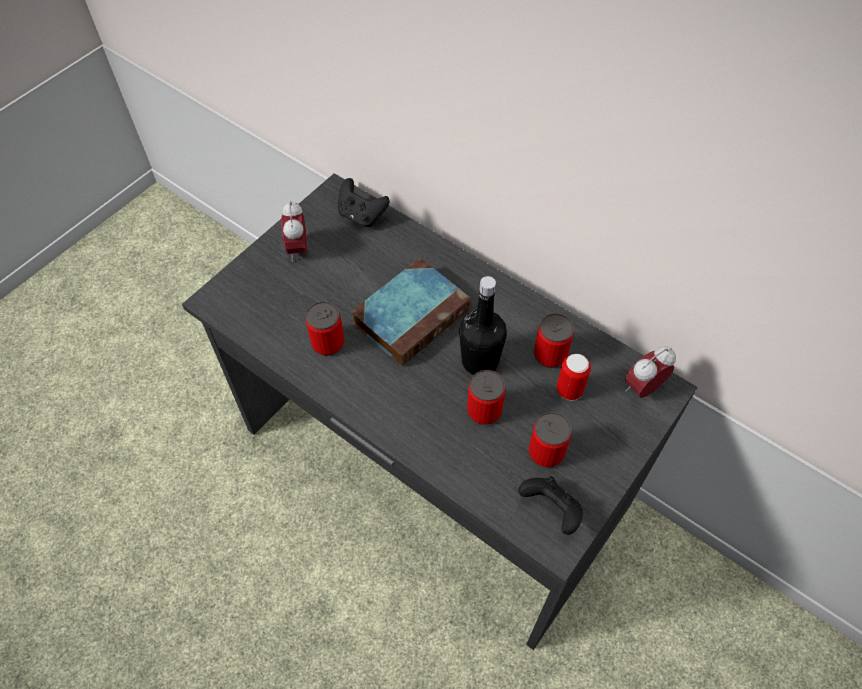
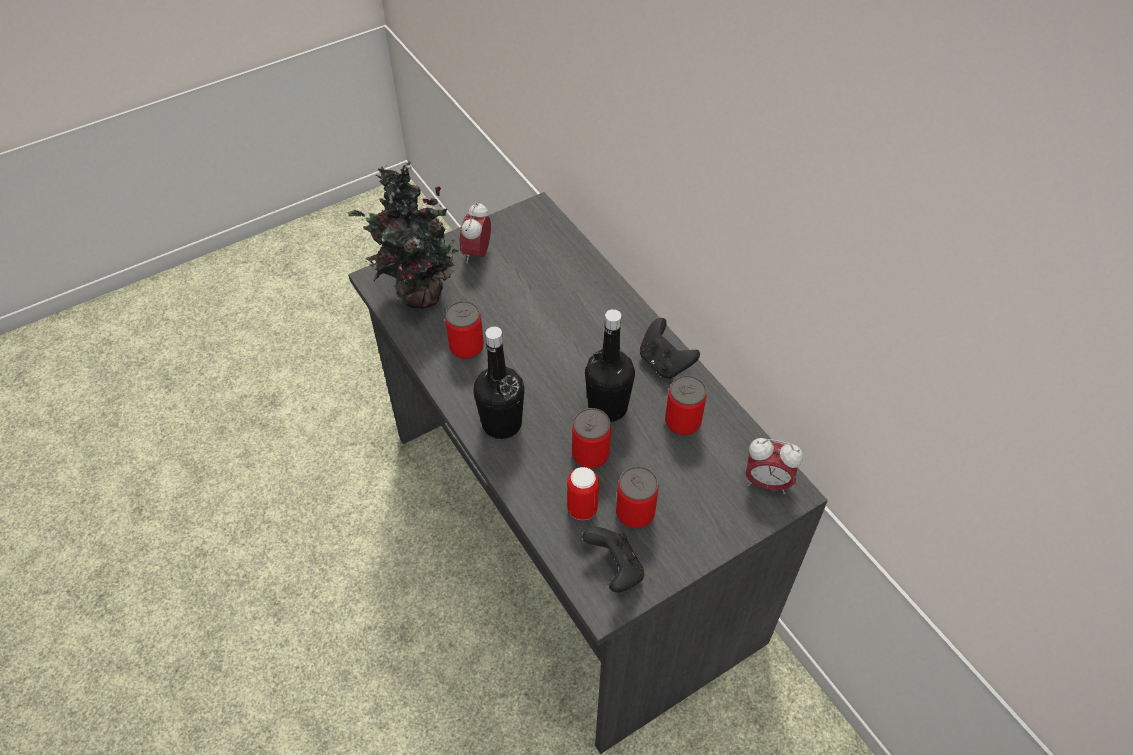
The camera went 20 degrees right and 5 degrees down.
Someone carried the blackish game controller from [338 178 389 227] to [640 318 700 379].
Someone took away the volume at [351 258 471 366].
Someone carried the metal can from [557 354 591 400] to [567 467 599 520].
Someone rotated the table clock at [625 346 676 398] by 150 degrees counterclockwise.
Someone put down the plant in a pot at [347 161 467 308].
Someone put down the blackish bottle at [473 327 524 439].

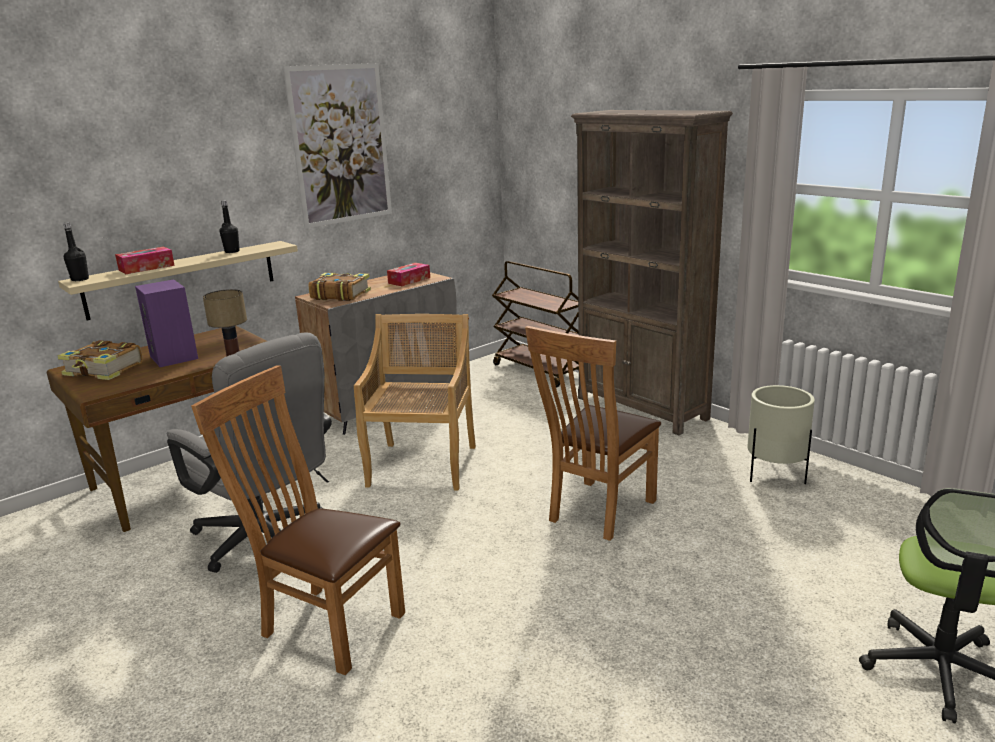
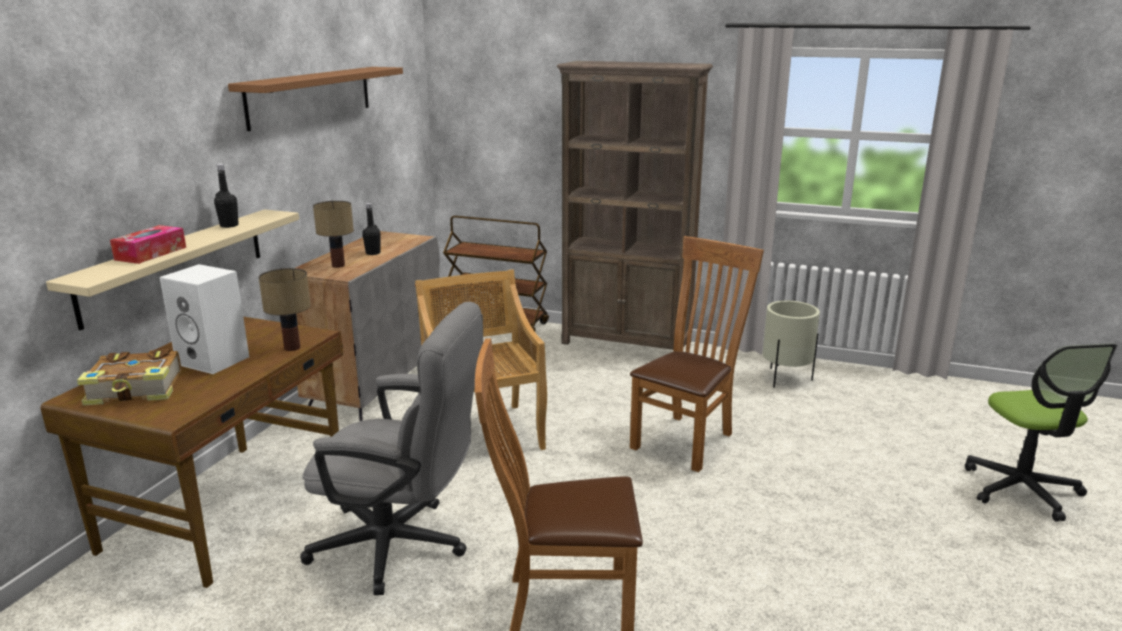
The camera went 30 degrees left and 0 degrees up.
Someone carried the blackish bottle from [63 222 89 281] to [362 203 381 255].
Someone repainted the purple-coloured loudspeaker at [135 279 198 367], which became the white-coloured loudspeaker at [160 264 249 374].
Someone swapped the wall art at [283 63 392 229] for the brown-coloured wall shelf at [228 67 403 131].
Someone swapped the volume at [309 273 371 301] for the lamp for a table at [313 201 354 268].
Someone took away the tissue holder at [387 263 430 286].
Someone rotated the brown-coloured chair at [525 326 661 541] by 150 degrees counterclockwise.

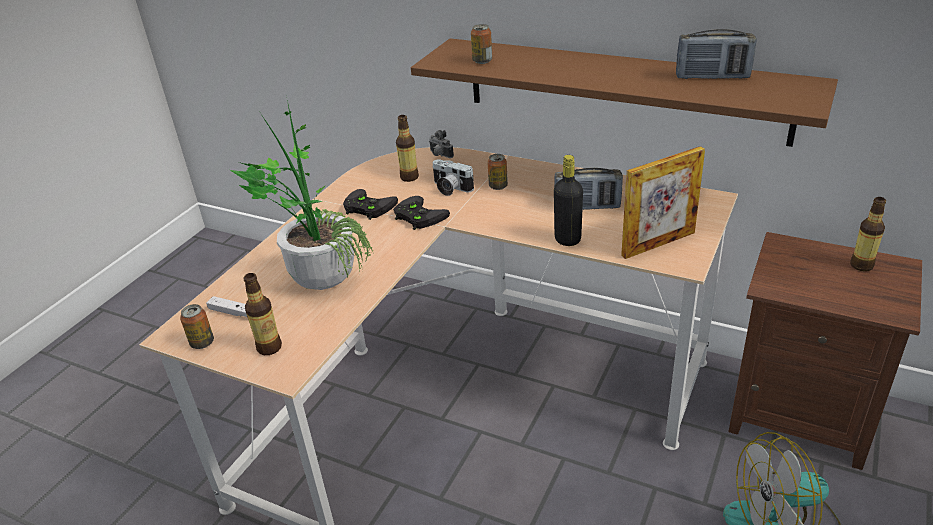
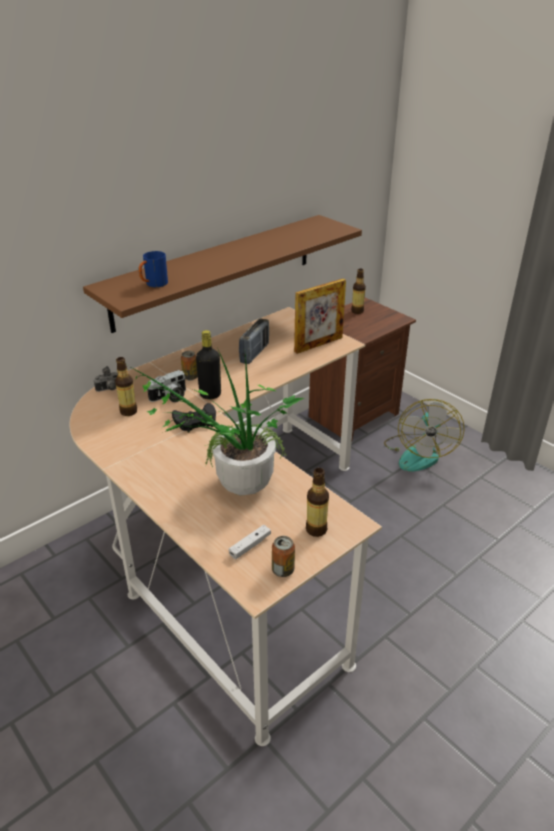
The camera went 70 degrees left and 0 degrees up.
Someone took away the blackish game controller at [343 189 398 220].
Someone swapped the metal can at [471 24 492 64] for the blue-coloured tea mug at [139 251 168 287].
Someone carried the blackish bottle from [554 155 583 246] to [196 330 221 399].
Someone rotated the standing frame at [621 146 705 259] by 60 degrees clockwise.
Someone took away the radio at [676 29 757 79].

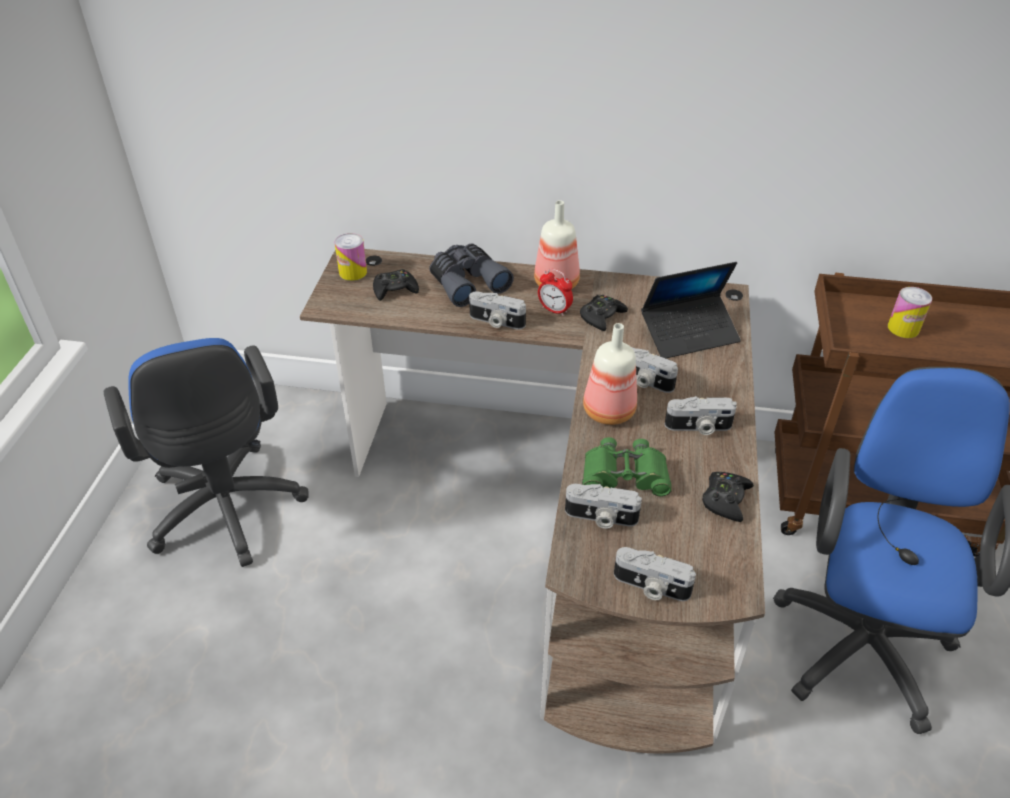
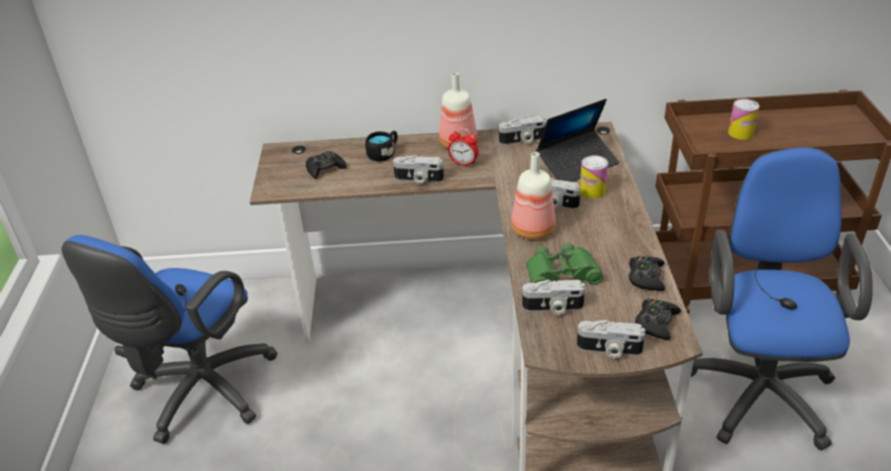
The camera went 10 degrees left and 5 degrees down.
Someone rotated the blue-coloured computer chair at [104 338 308 567] by 60 degrees clockwise.
Someone carried the metal can from [335 233 367 281] to [580 155 608 199].
Someone swapped the gray pair of binoculars at [429 243 514 307] for the blackish tea mug at [365 131 398 162].
Someone carried the blackish game controller from [580 295 628 331] to [635 299 681 340].
Someone carried the photo camera from [665 396 737 435] to [499 116 546 145].

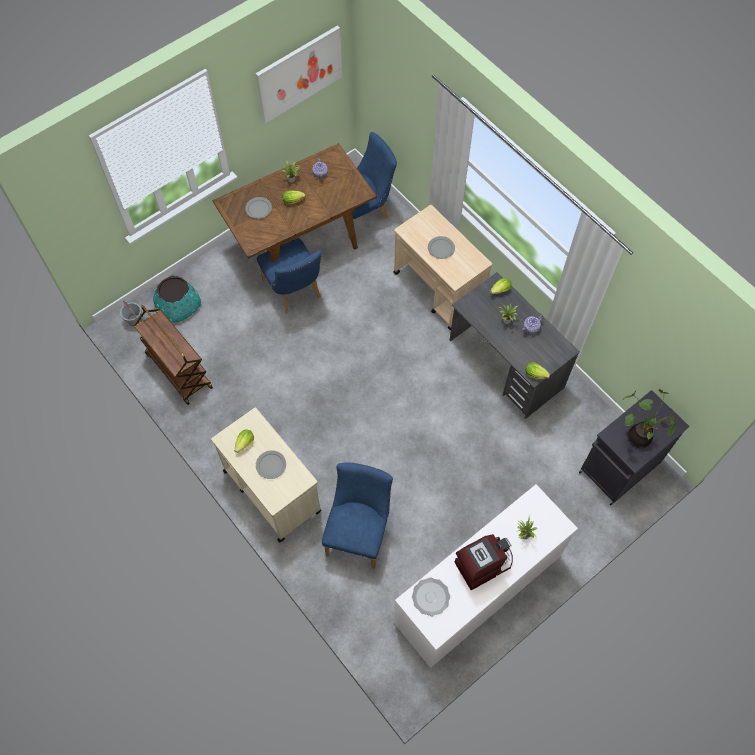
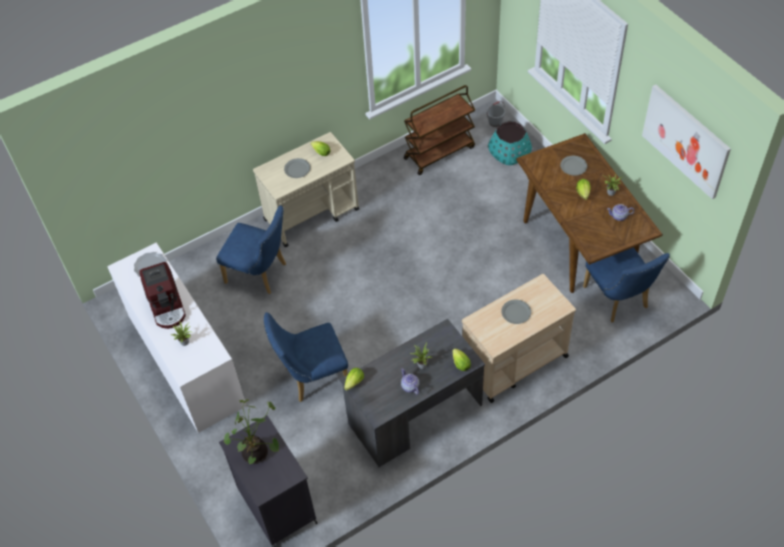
The camera went 100 degrees right and 10 degrees down.
Someone carried the blue-coloured chair from [257 238 322 314] to [264 312 348 402].

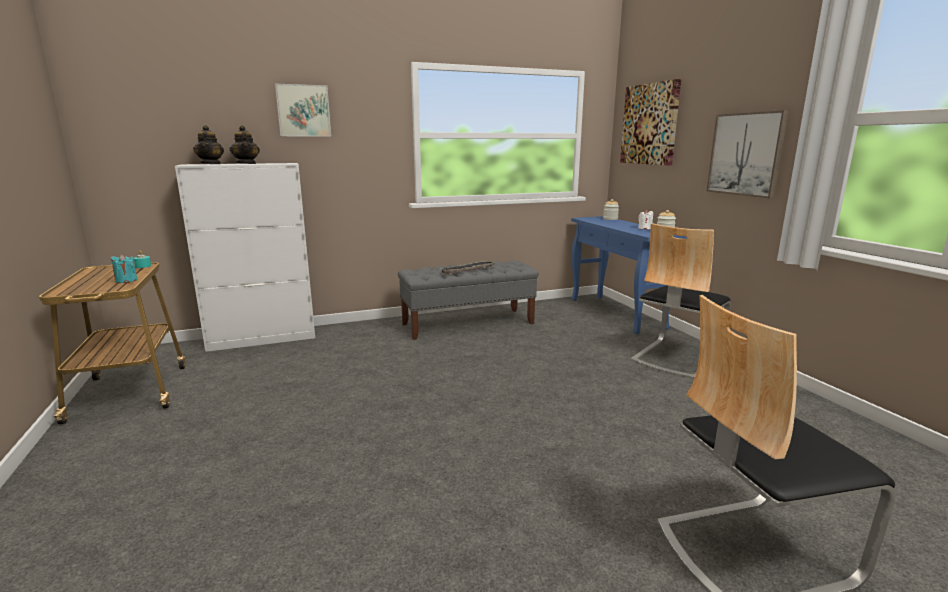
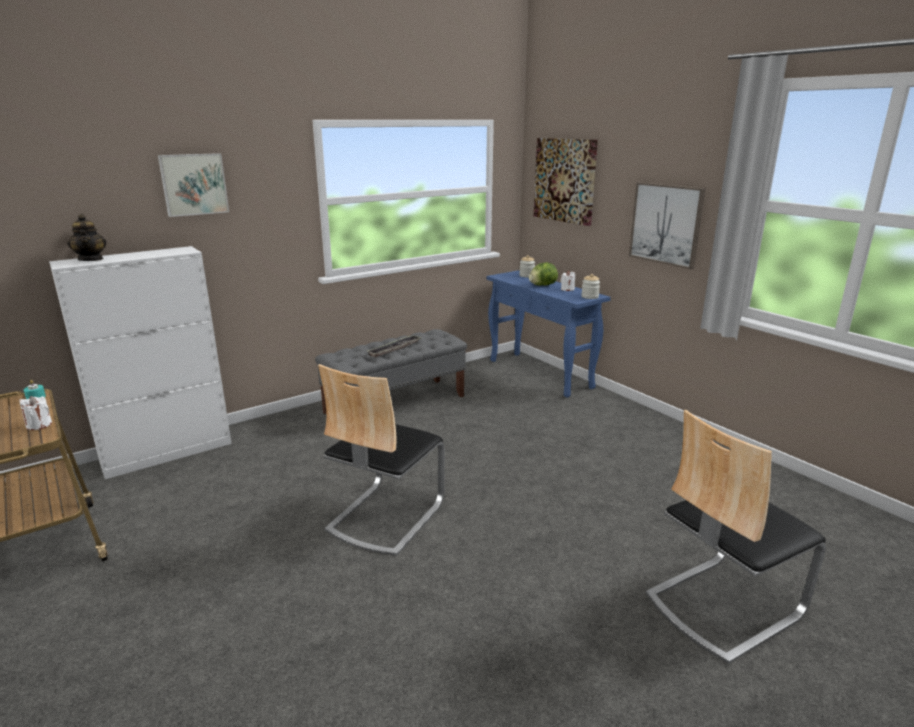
The camera went 15 degrees left and 5 degrees up.
Someone repainted the blue-green candle at [111 254 137 283], which became the white-coloured candle at [19 396 52 430].
Someone took away the tea pot at [230 125 260 164].
Someone carried the chair from [630 223 731 379] to [318 364 445 556].
Someone put down the lettuce head at [529 262 558 286].

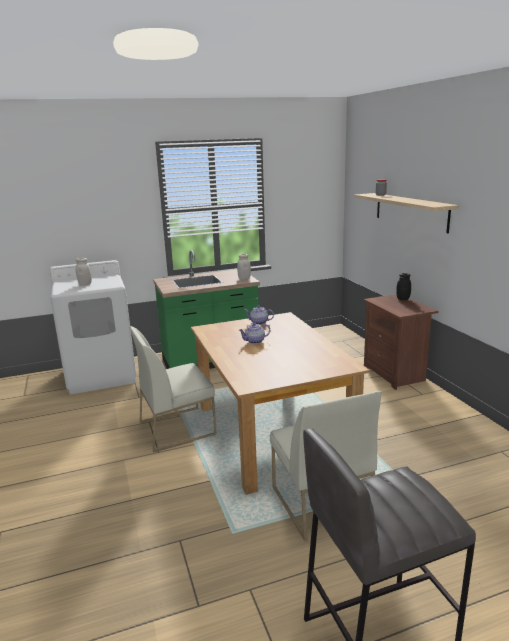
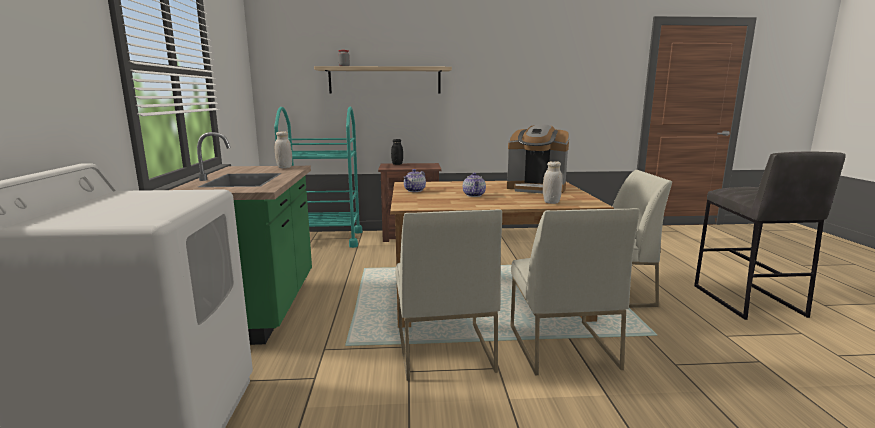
The camera went 75 degrees left and 5 degrees down.
Someone carried the white-coloured jar from [75 258 92 286] to [543 161 562 204].
Someone put down the blue-green cart at [274 107 362 248].
Someone put down the coffee machine at [507 124 569 193].
Someone put down the white-coloured chair at [510 208 640 375].

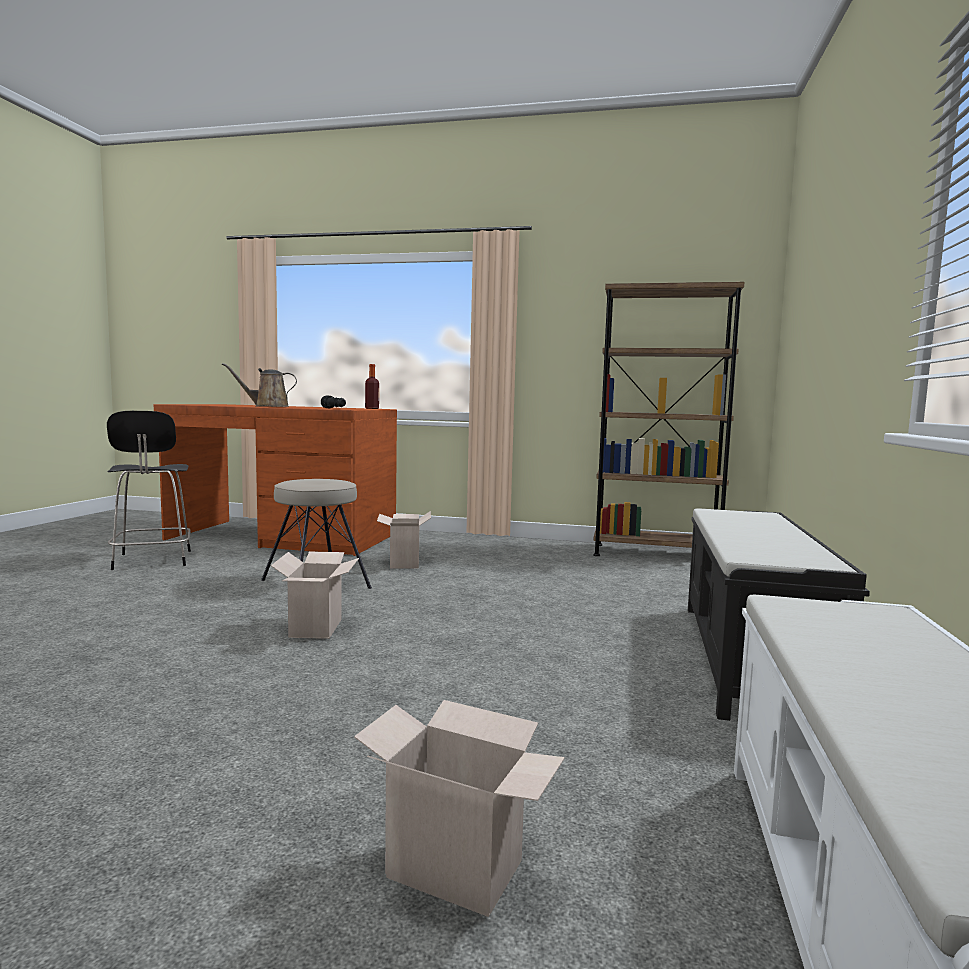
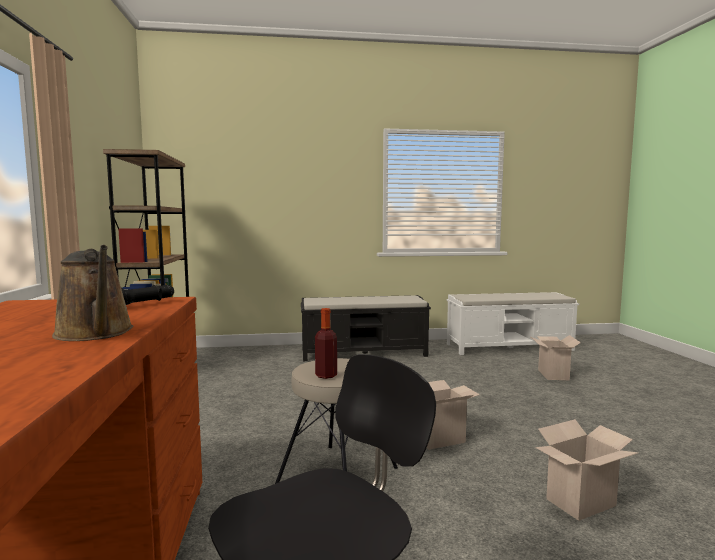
The camera went 110 degrees left and 0 degrees up.
Someone carried the bottle from [365 364 379 409] to [315 308 337 379].
Someone carried the cardboard box from [377 511 431 569] to [536 419 638 521].

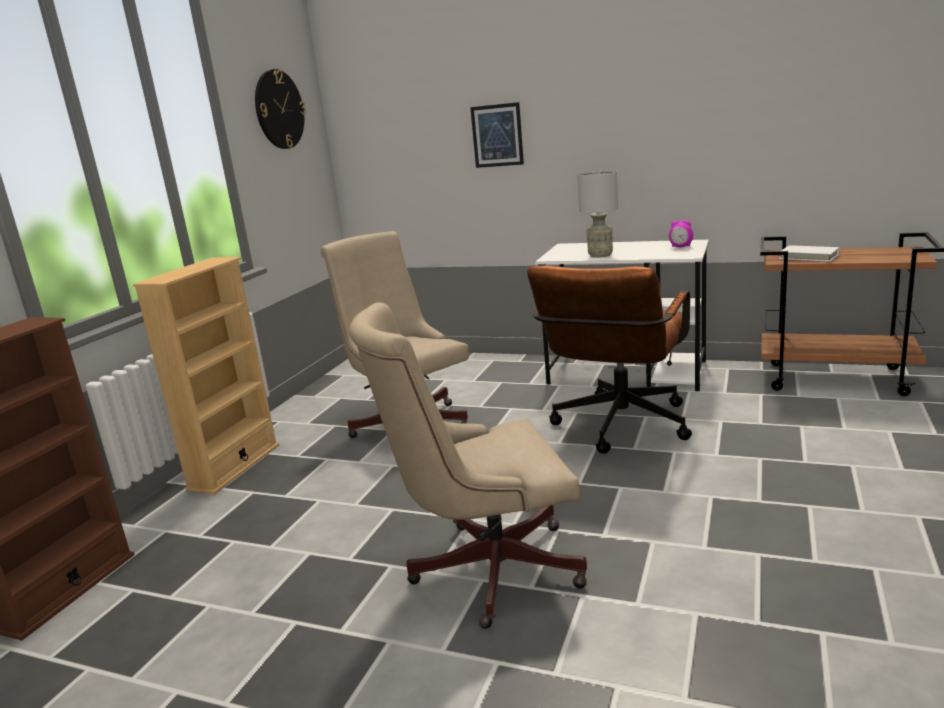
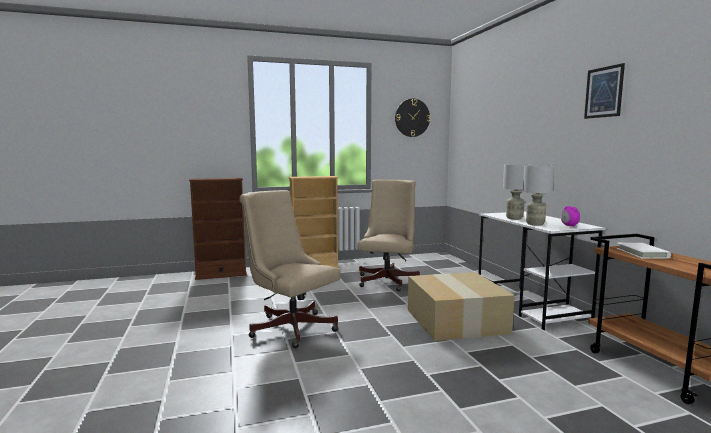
The camera went 50 degrees right and 10 degrees down.
Someone carried the wall art from [470 102 524 168] to [584 63 625 119].
Someone swapped the brown-coloured computer chair at [527 266 692 454] for the cardboard box at [408 272 515 341].
Someone put down the gray lamp for a table at [523 165 554 226].

